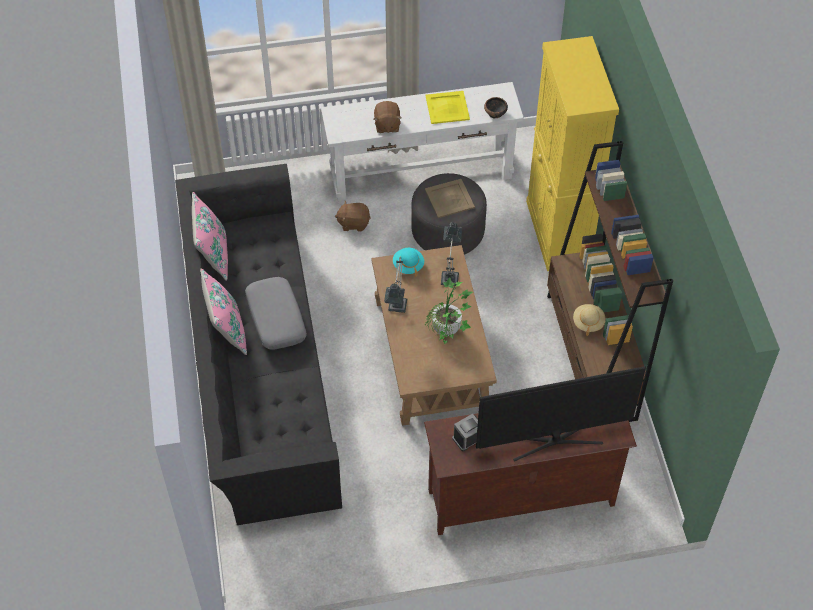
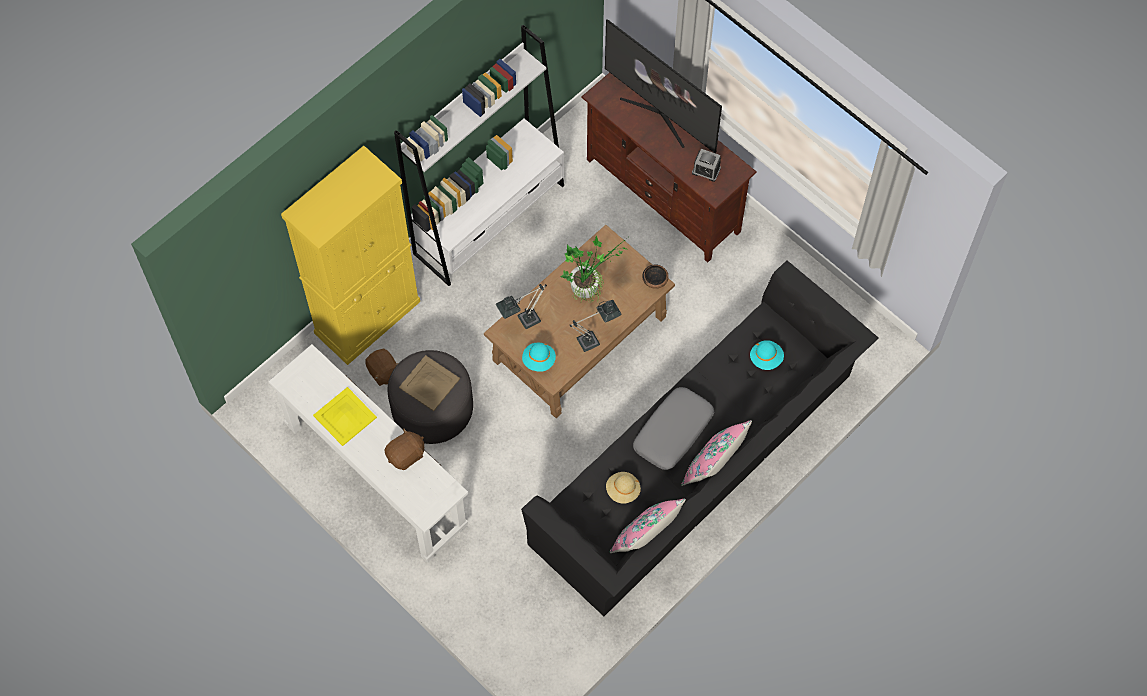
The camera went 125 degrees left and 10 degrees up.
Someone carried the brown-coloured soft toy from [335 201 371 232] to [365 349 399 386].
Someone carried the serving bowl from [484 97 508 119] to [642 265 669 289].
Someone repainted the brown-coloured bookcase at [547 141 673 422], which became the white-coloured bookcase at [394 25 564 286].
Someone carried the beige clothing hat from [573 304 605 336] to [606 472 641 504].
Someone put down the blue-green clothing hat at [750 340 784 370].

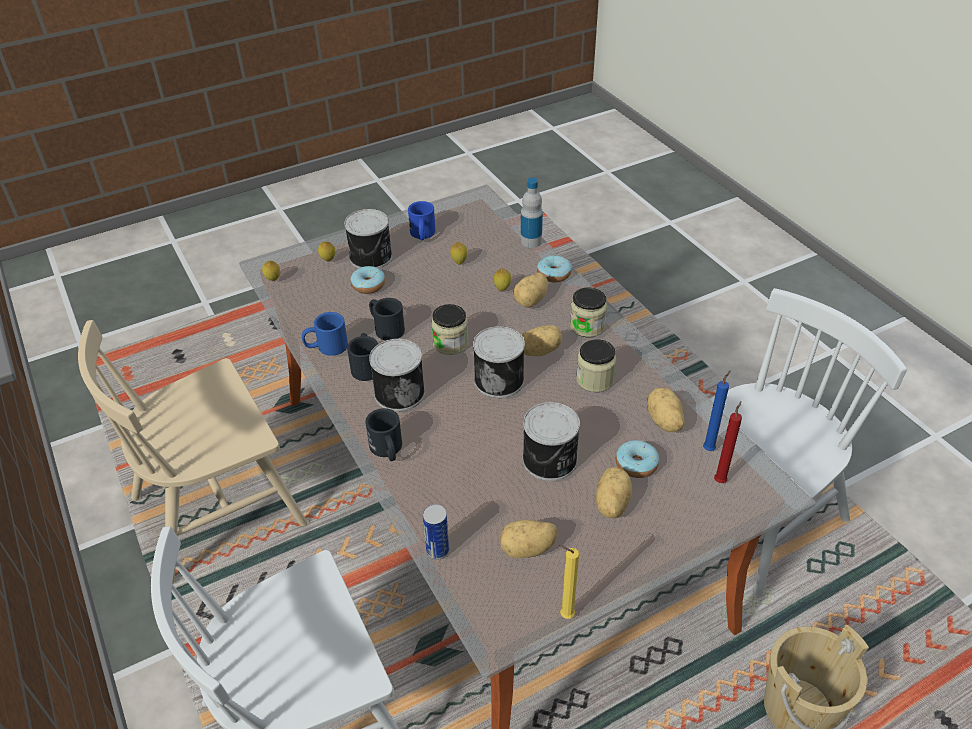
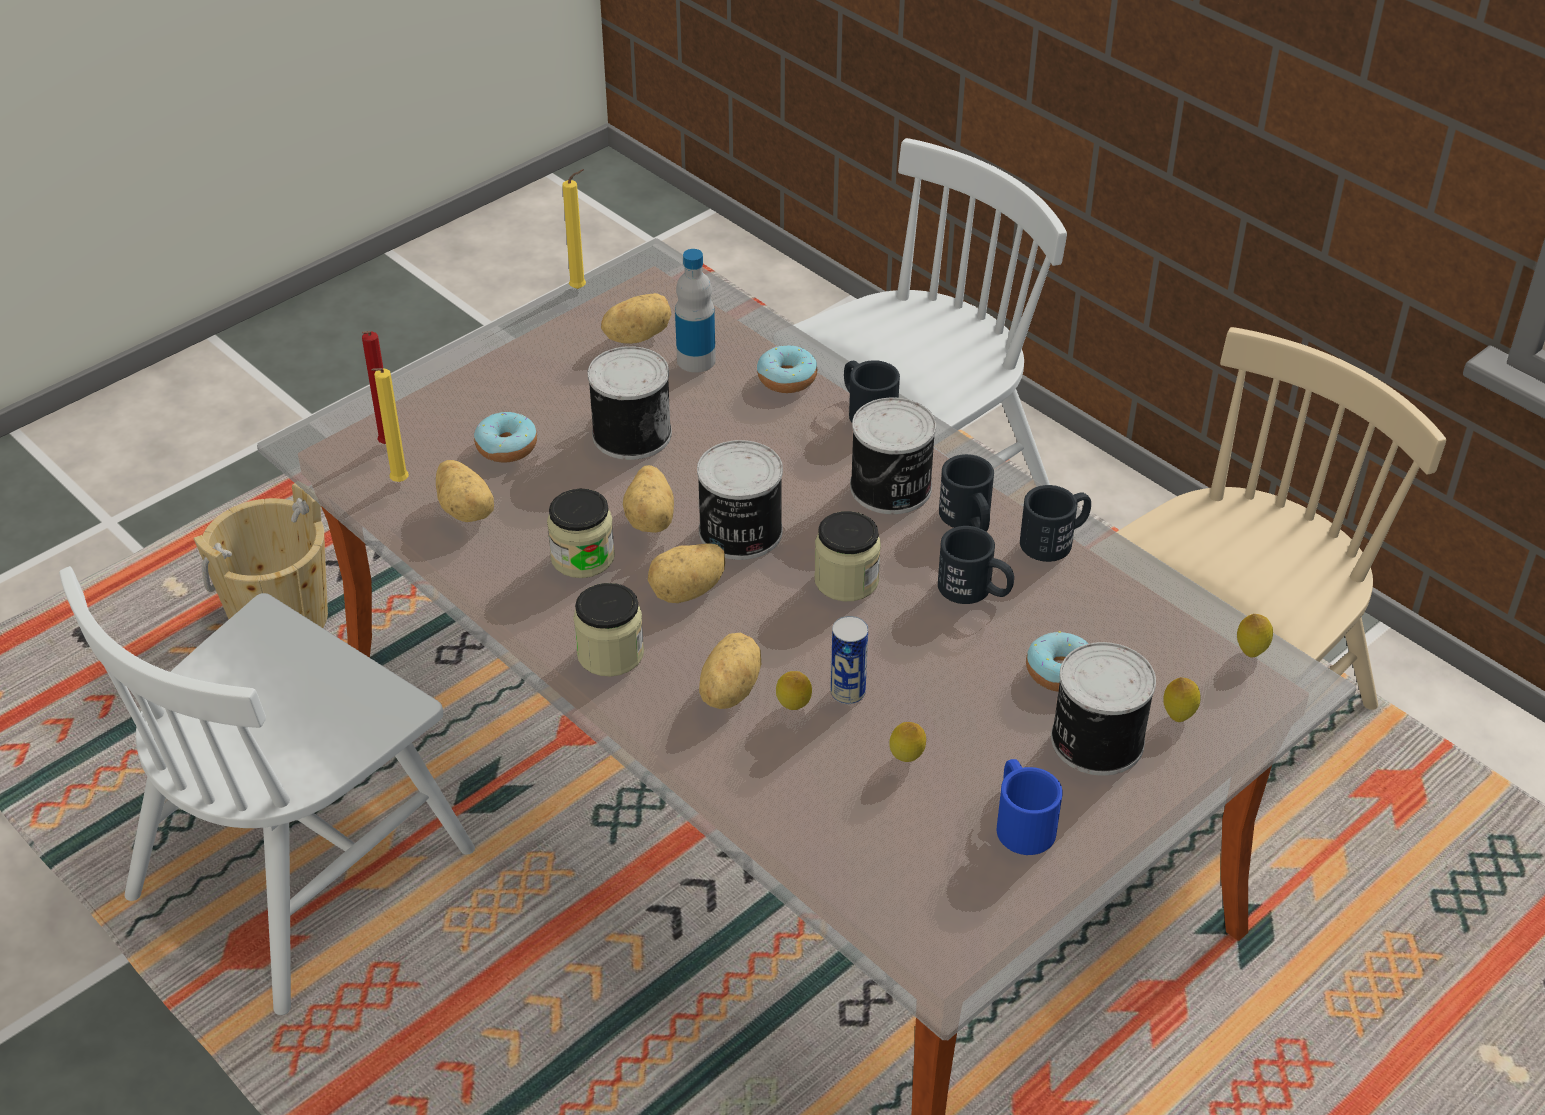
The camera went 165 degrees right and 0 degrees up.
Someone repainted the blue-coloured tea mug at [302 312 348 356], which became the blackish tea mug at [1020 485 1091 562].
Someone carried the metal can from [423 504 449 560] to [831 616 868 704].
Someone carried the bottle from [521 177 543 248] to [675 249 716 373].
Someone carried the ring doughnut from [537 255 572 282] to [757 345 817 393].
Someone carried the spud from [595 467 632 518] to [623 465 674 533].
Someone repainted the blue-coloured candle at [703 370 731 451], which became the yellow candle at [371 368 409 482].

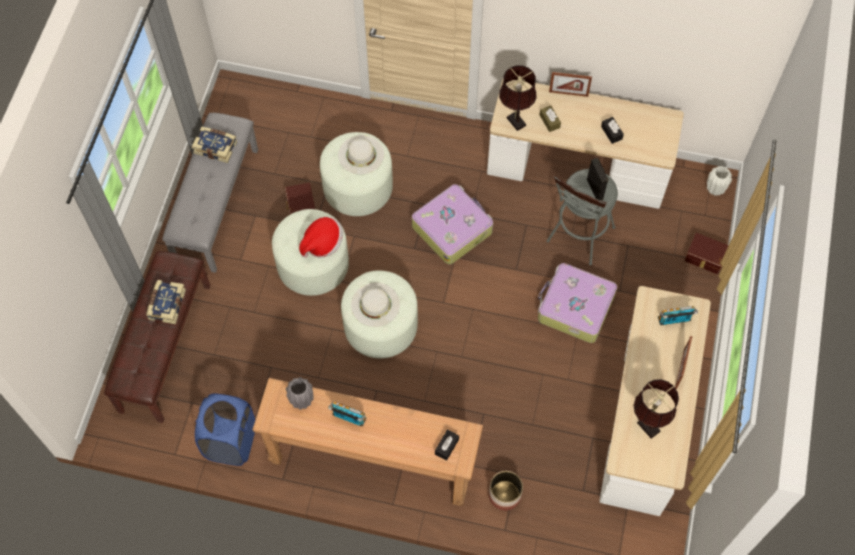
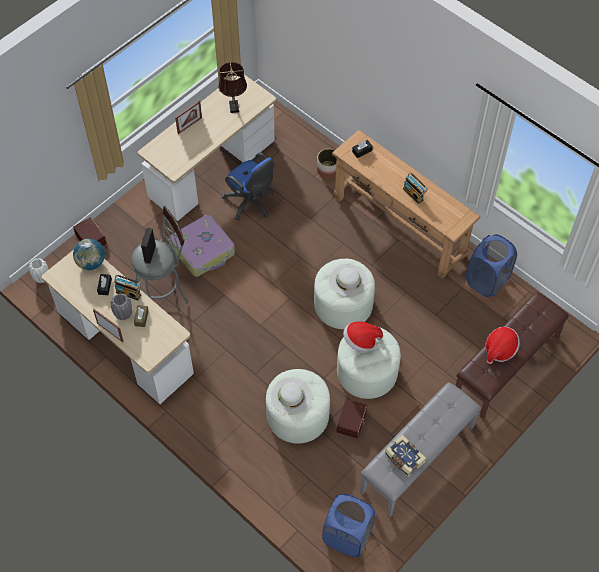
The camera went 150 degrees left and 5 degrees down.
Someone swapped the volume at [146 280 186 324] for the clothing hat at [485 327 520 364].
Someone carried the gray decorative vase from [286 377 313 410] to [110 294 132 320].
Someone took away the piece of luggage at [412 184 493 264].
Someone took away the brown-coloured lamp for a table at [499 65 537 131].
Someone carried the radio from [658 306 698 325] to [114 275 141 300].
Someone put down the desk globe at [73 239 105 270].
Someone put down the blue-coloured computer chair at [222 153 274 221].
Someone put down the blue-coloured hamper at [322 494 375 557].

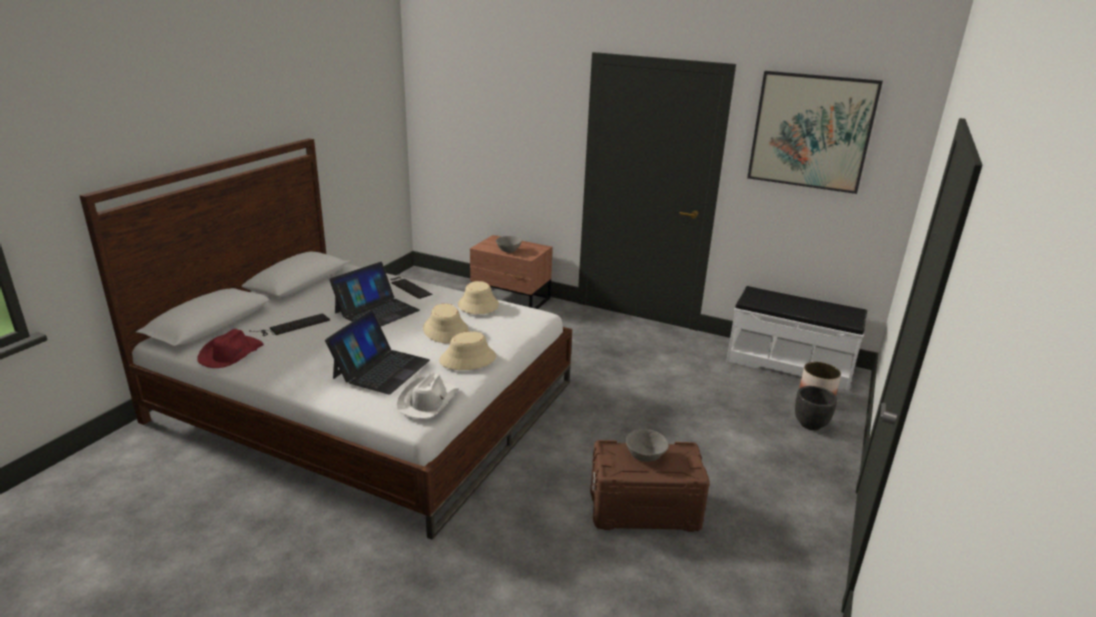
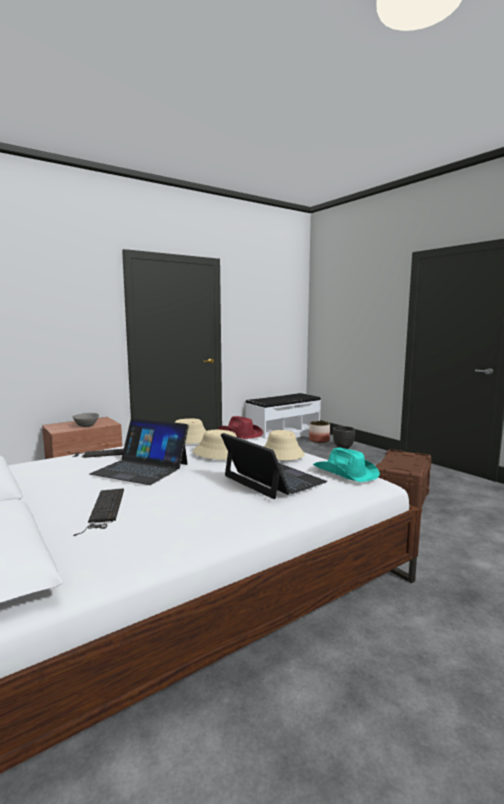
The camera went 60 degrees left and 15 degrees down.
Someone carried the reddish clothing hat from [197 329 264 368] to [218 416 263 439].
Someone rotated the notebook computer at [329 262 420 327] by 135 degrees clockwise.
Someone repainted the white-coloured clothing hat at [396 373 459 419], which became the blue-green clothing hat at [313 447 380 482].
Someone took away the gray serving bowl at [626 429 669 462].
Someone took away the wall art at [747 71 883 194].

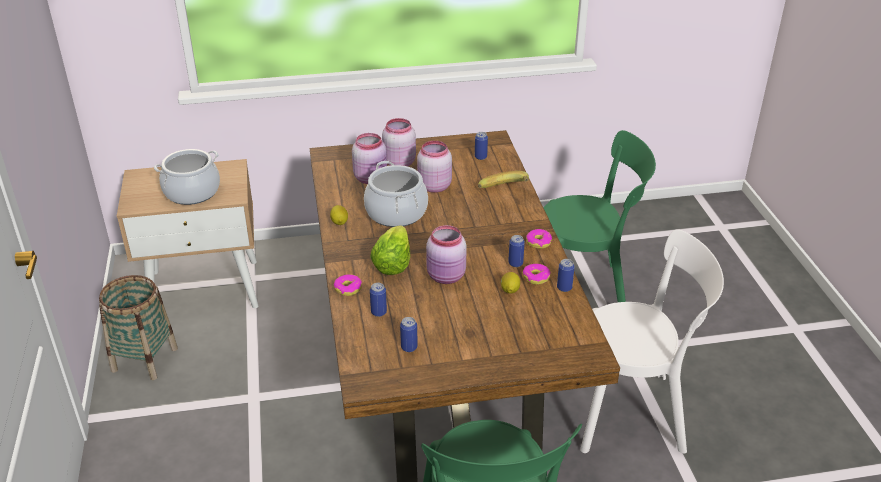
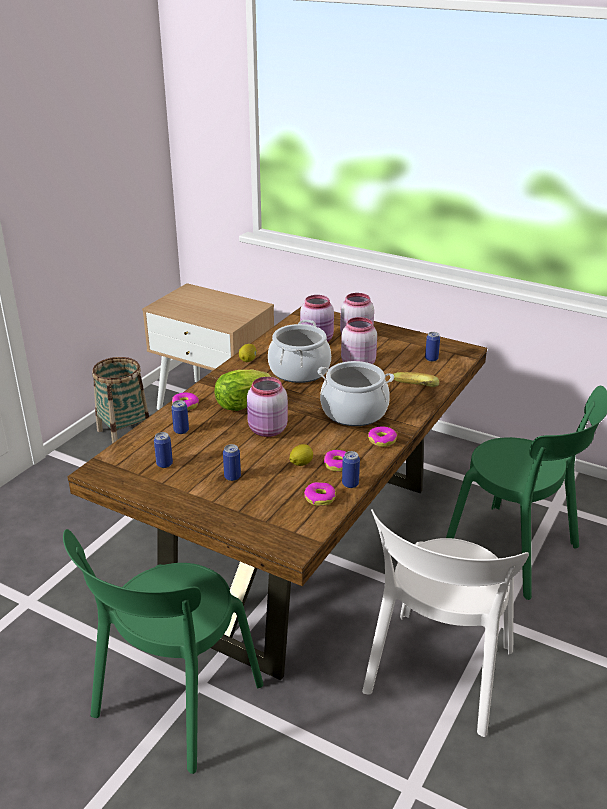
The camera went 40 degrees right and 5 degrees down.
Someone carried the cooking pot from [154 149 220 205] to [318 361 394 426].
Someone carried the metal can from [508 235 525 267] to [223 444 241 481].
Someone rotated the white-coloured chair at [580 229 724 454] by 75 degrees clockwise.
Someone put down the ring doughnut at [304 482 336 506].

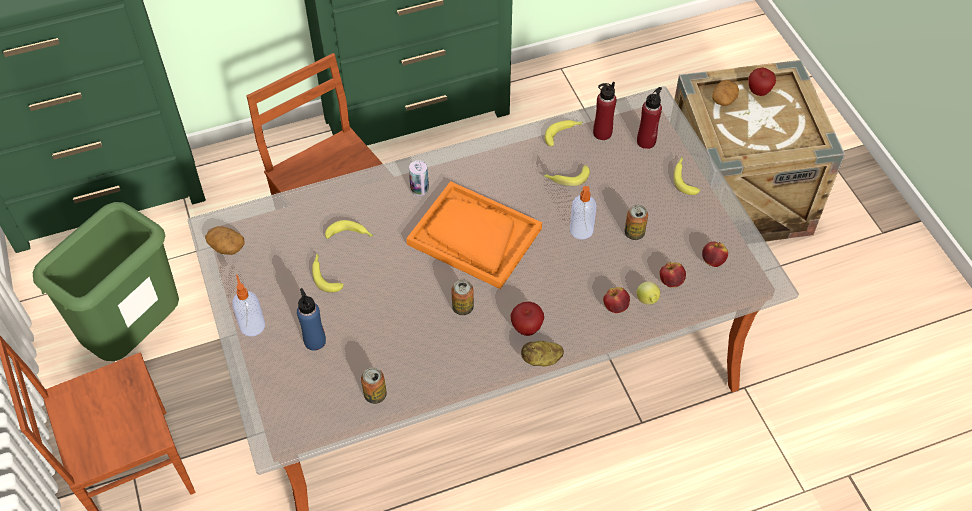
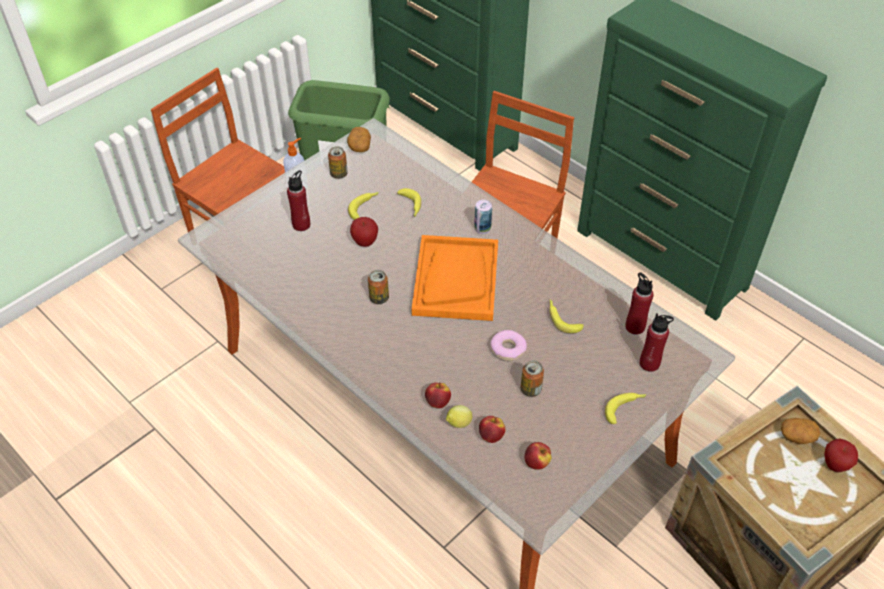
The camera went 65 degrees right and 5 degrees down.
Someone repainted the blue-coloured bottle at [297 288 326 350], which became the reddish bottle at [287 170 310 231].
Someone carried the metal can from [361 367 387 404] to [328 146 348 179].
Someone carried the apple fruit from [510 302 544 336] to [350 217 378 247].
Someone took away the spud at [521 341 564 366].
Someone took away the banana at [545 120 583 146].
Someone swapped the liquid soap bottle at [570 186 596 240] for the ring doughnut at [490 330 527 361].

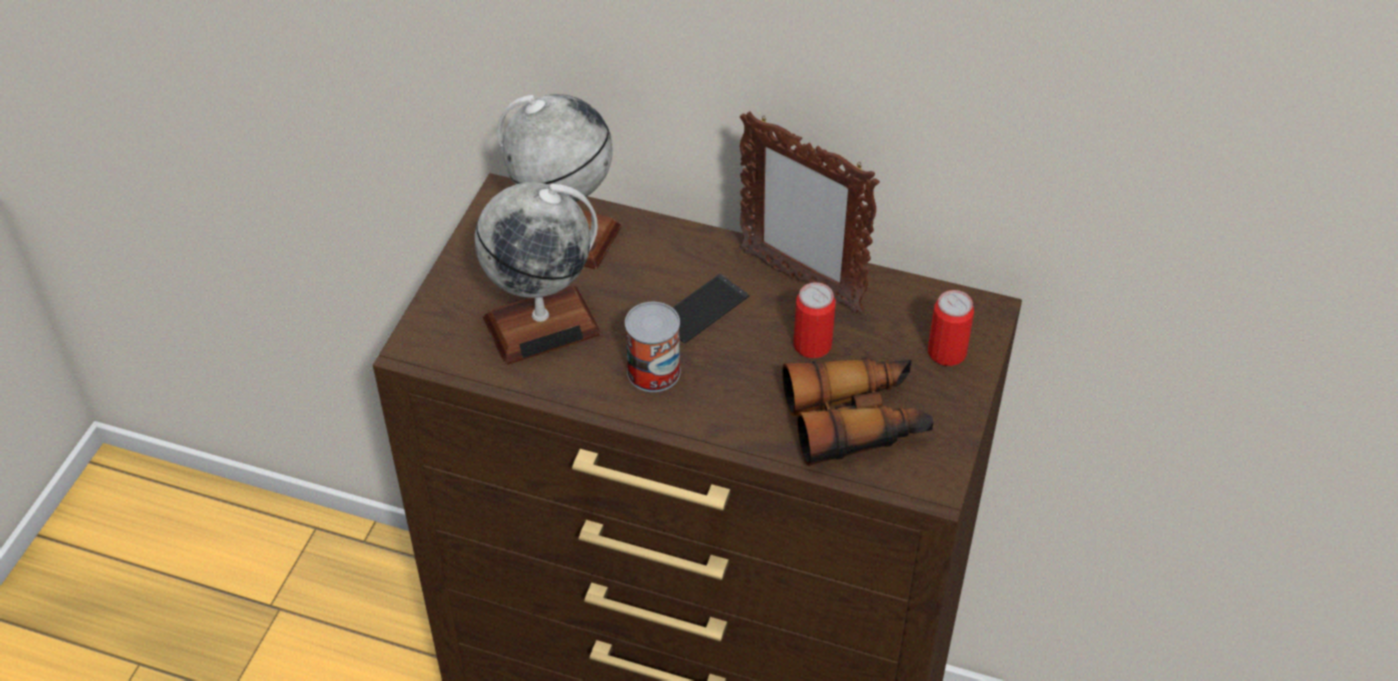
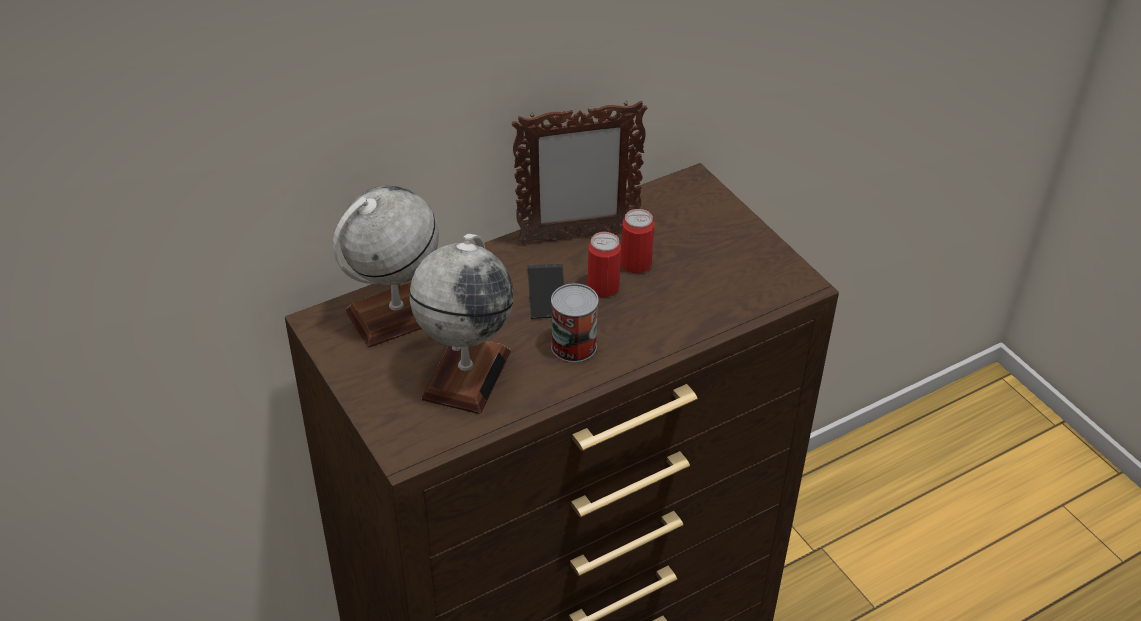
The camera went 50 degrees left and 5 degrees down.
Someone took away the pair of binoculars at [782 357 934 466].
Someone carried the metal can from [928 290 974 366] to [587 232 621 297].

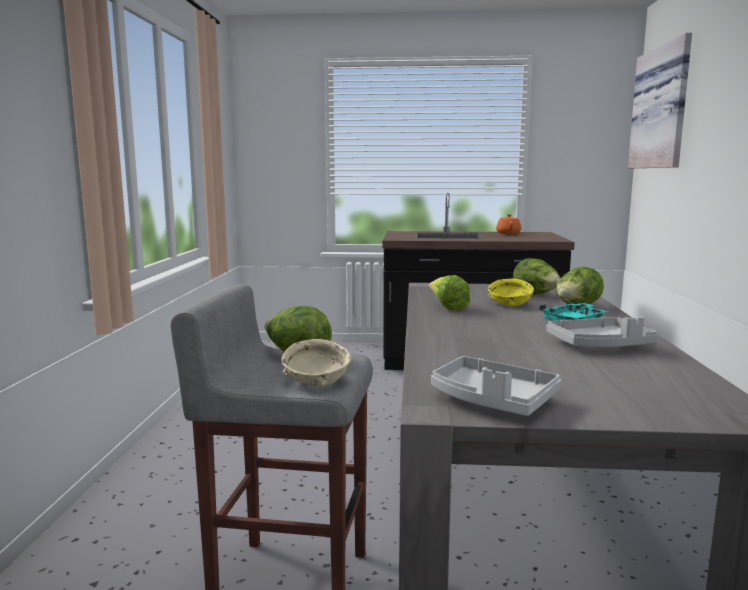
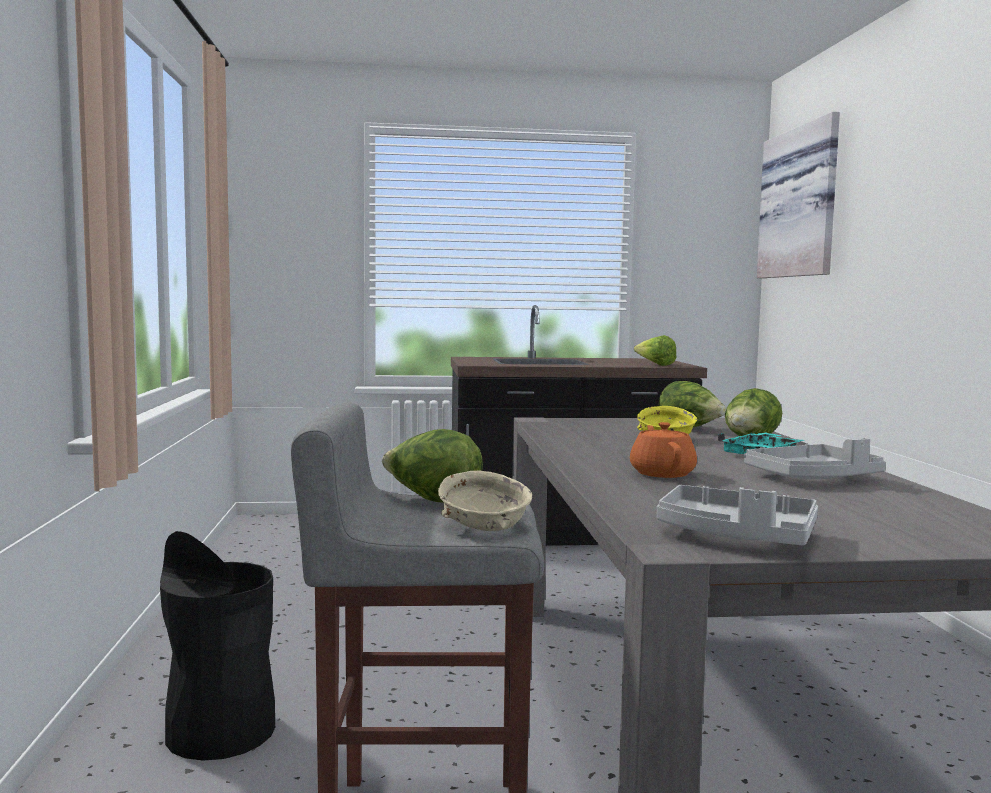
The camera went 10 degrees left and 5 degrees down.
Someone carried the lettuce head from [428 275 470 311] to [634 335 676 366].
Someone carried the orange-coloured tea pot from [496 214 521 234] to [630 422 697 478].
Someone put down the blackish trash can at [160 531 275 761].

